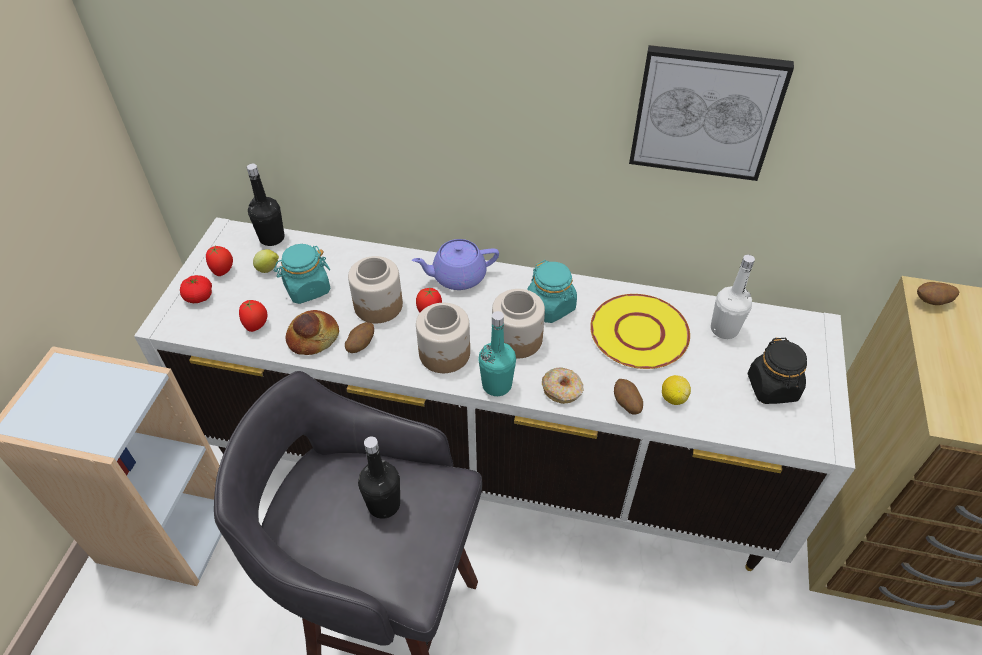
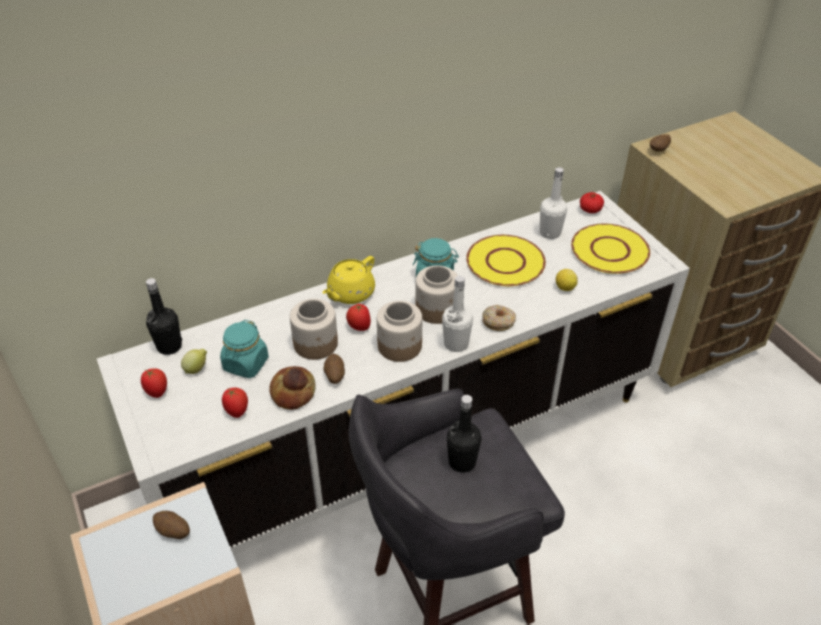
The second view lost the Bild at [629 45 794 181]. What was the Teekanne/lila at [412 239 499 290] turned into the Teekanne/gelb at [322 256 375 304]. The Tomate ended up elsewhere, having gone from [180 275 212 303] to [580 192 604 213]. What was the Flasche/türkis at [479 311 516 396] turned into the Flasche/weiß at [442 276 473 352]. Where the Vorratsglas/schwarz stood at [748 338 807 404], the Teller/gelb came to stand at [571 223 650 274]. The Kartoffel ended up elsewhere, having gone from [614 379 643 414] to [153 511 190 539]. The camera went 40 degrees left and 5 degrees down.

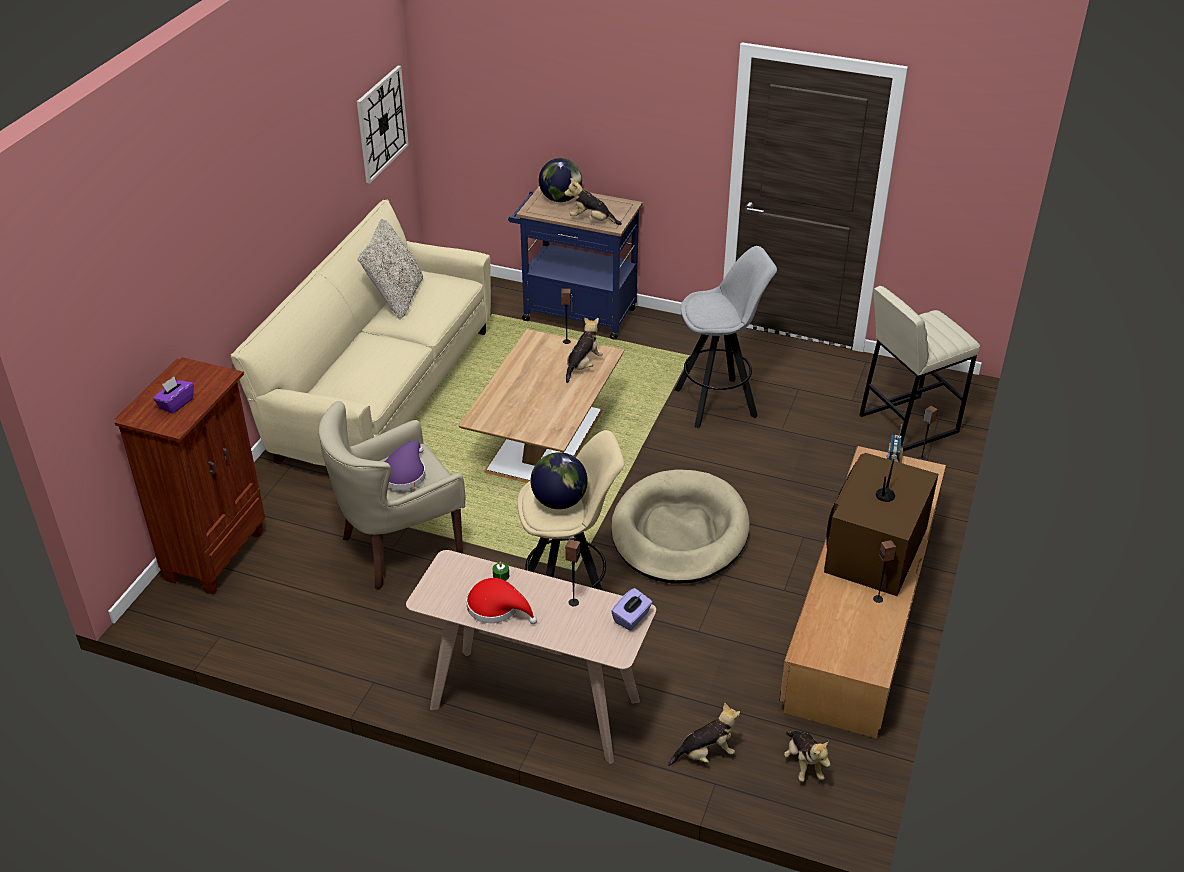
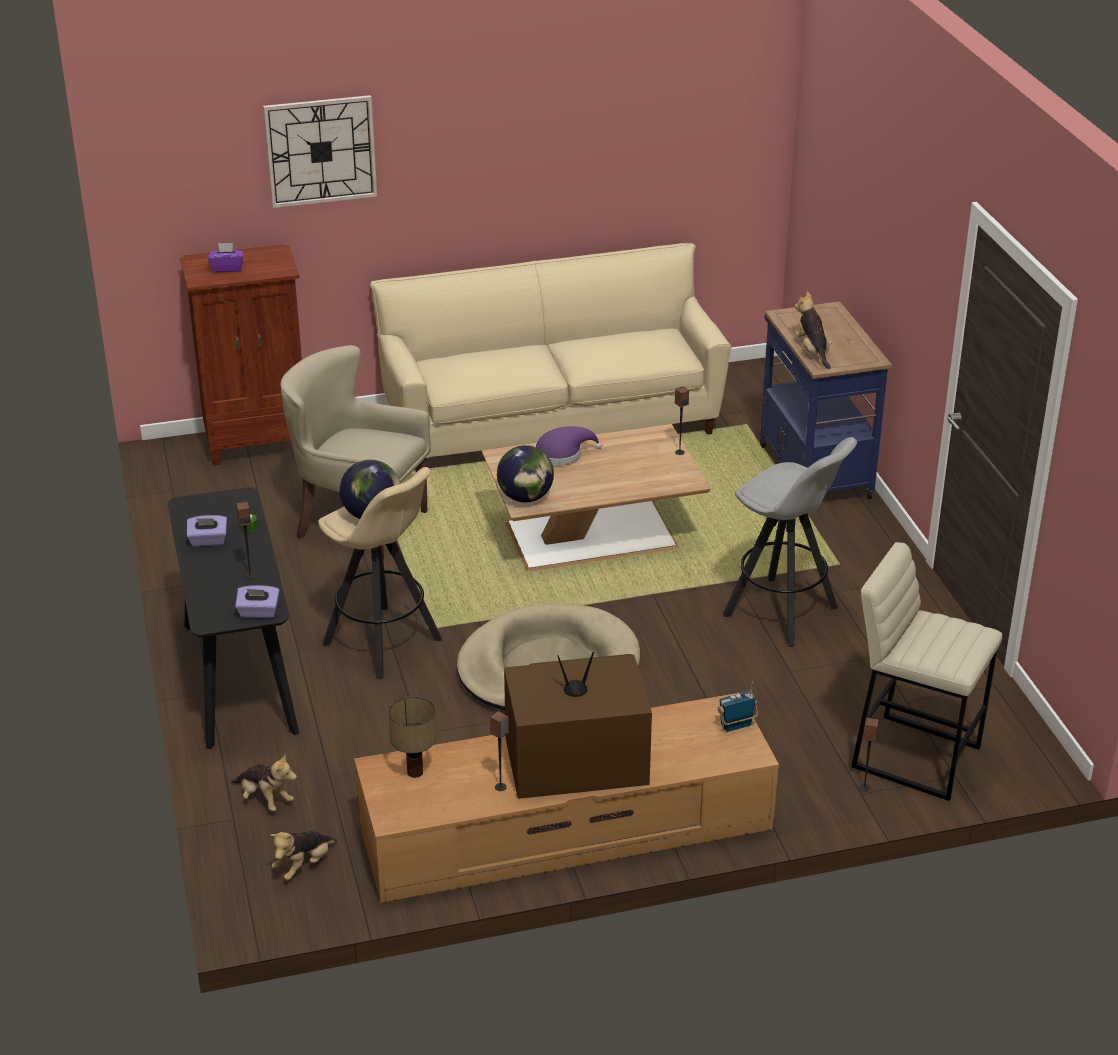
The Wanduhr ended up elsewhere, having gone from [357 66 409 184] to [263 95 377 208]. The Globus ended up elsewhere, having gone from [539 158 582 202] to [497 445 554 502]. The second view lost the Kissen/beige at [357 219 423 319]. The second view lost the Plüschtier at [566 317 603 383]. The Hut/lila ended up elsewhere, having gone from [385 441 426 490] to [535 426 602 465]. What was the Konsolentisch/beige at [406 550 656 764] turned into the Konsolentisch/schwarz at [168 487 299 749]. Where the Hut/rot stood at [466 578 537 624], the Taschentuchbox/lila came to stand at [187 515 227 547]. The second view gained the Tischlampe at [389 697 437 778]. The camera went 55 degrees right and 5 degrees down.

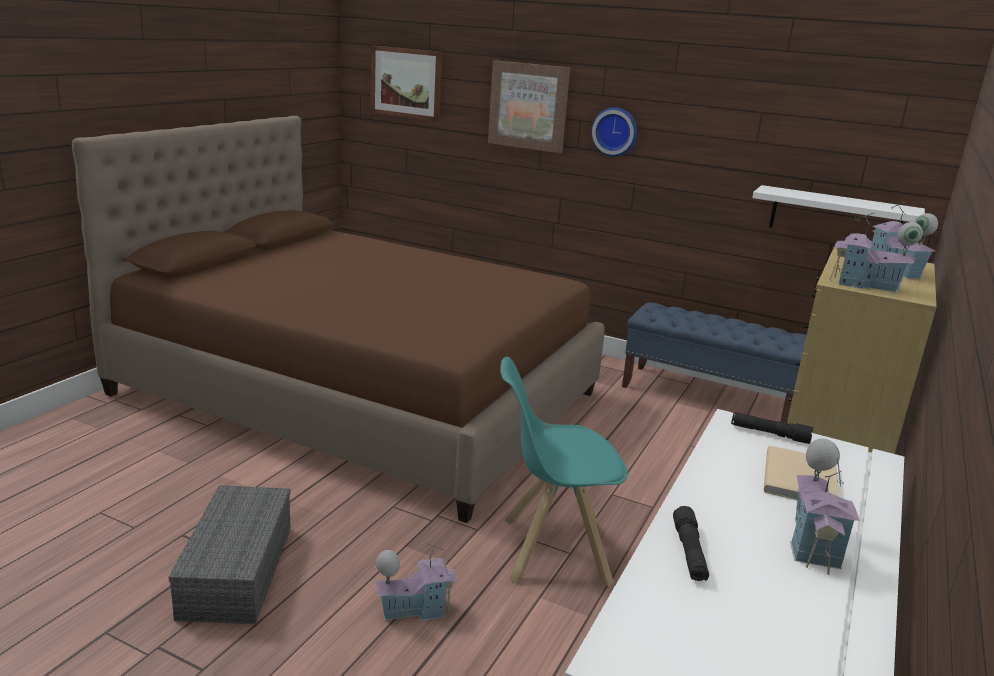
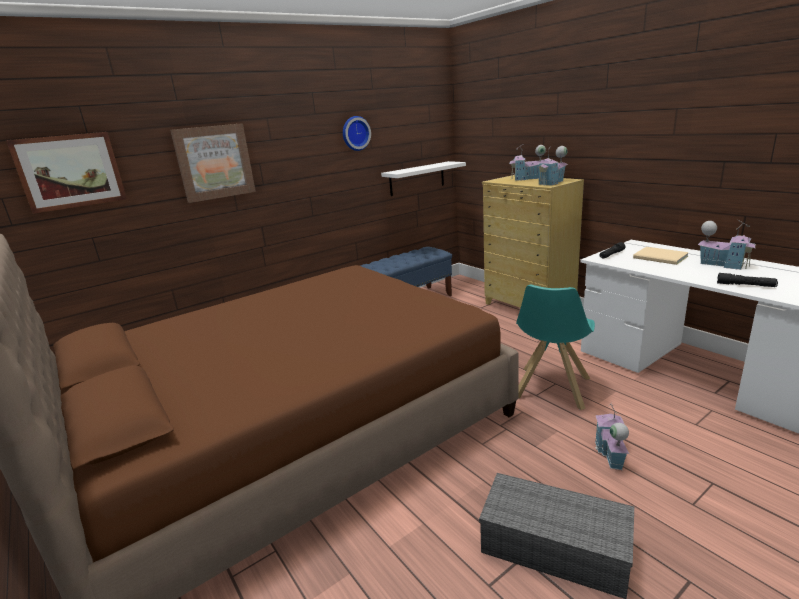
The Wanduhr ended up elsewhere, having gone from [591 107 637 157] to [343 116 371 151]. The camera went 60 degrees left and 0 degrees up.

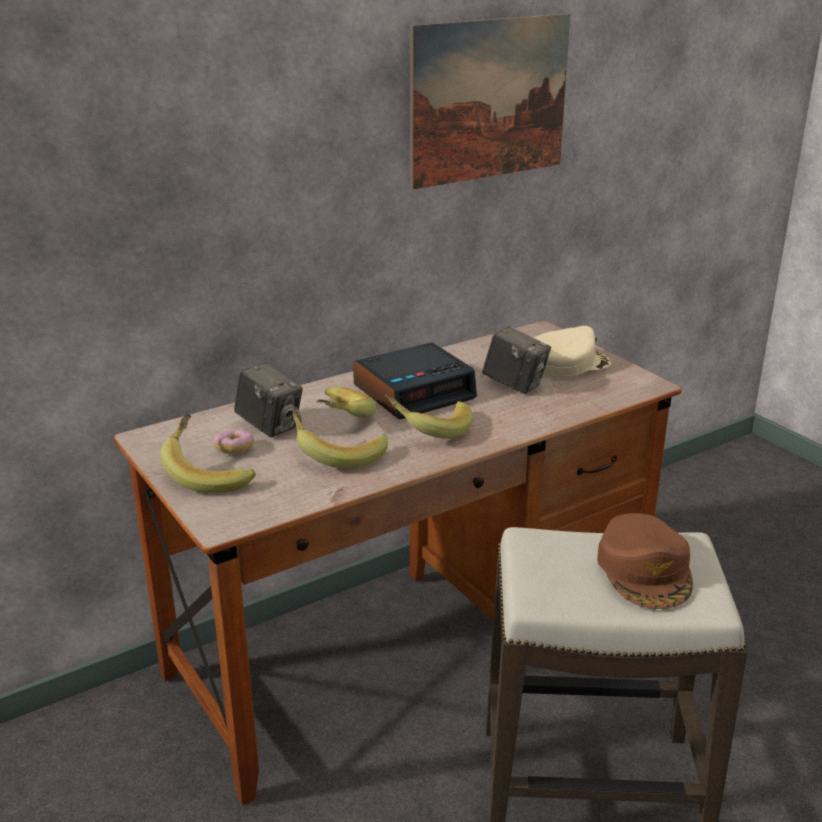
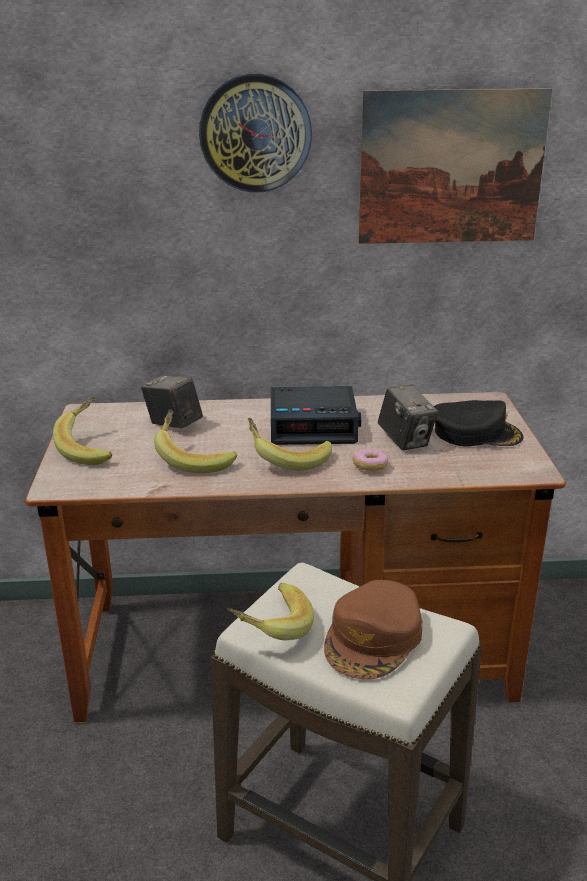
What was the Kappe/beige at [534 326 611 378] turned into the Kappe/schwarz at [434 400 523 447]. The Kamera at [234 362 303 437] ended up facing another way, 150 degrees clockwise from before. The Banane ended up elsewhere, having gone from [317 387 376 418] to [227 583 314 640]. The Donut ended up elsewhere, having gone from [214 430 254 453] to [352 449 388 471]. The second view gained the Wanduhr at [199 73 312 192]. The camera went 30 degrees right and 0 degrees up.

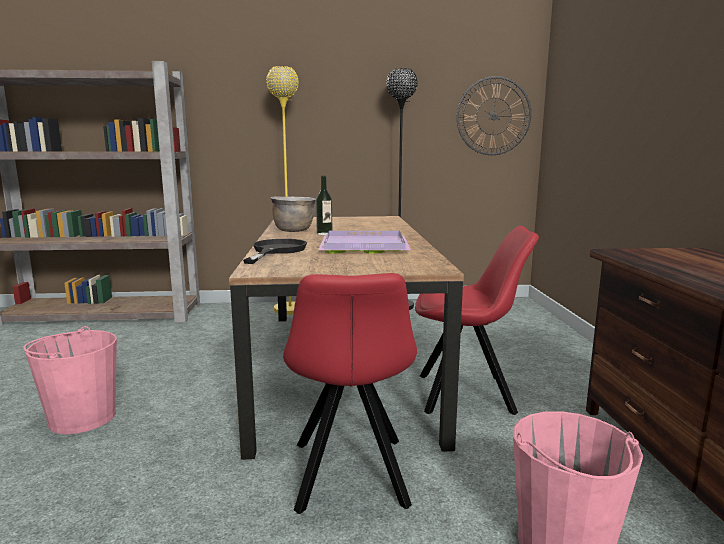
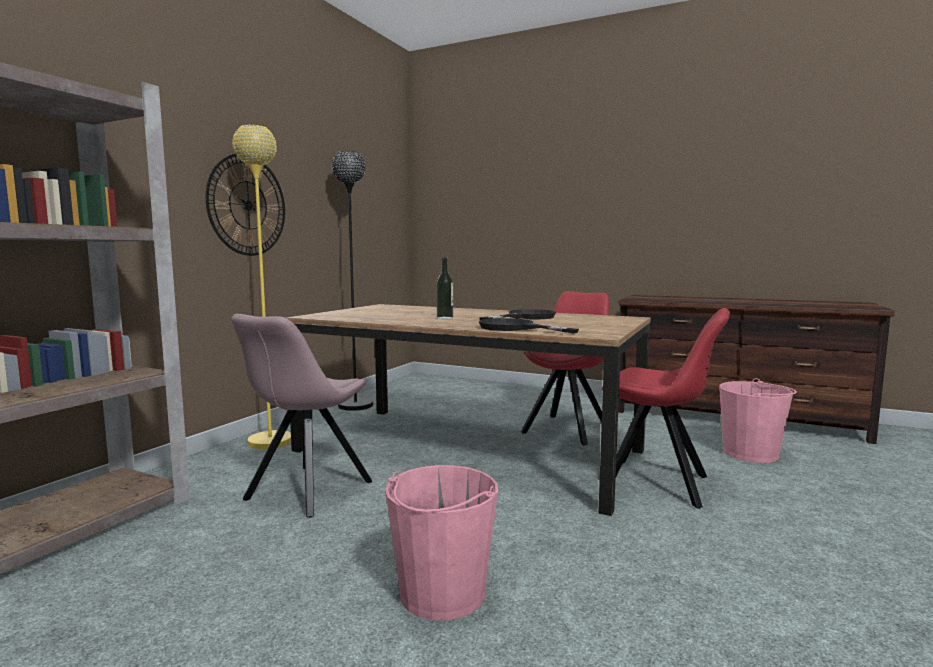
The Wanduhr ended up elsewhere, having gone from [457 76 531 155] to [206 154 285 256]. The second view lost the Kochtopf/braun at [271 196 316 232]. Where the Tablett/lila stood at [318 231 411 254], the Pfanne/schwarz came to stand at [479 309 556 320]. The second view gained the Stuhl/rosa at [231 314 372 518]. The camera went 60 degrees left and 5 degrees down.

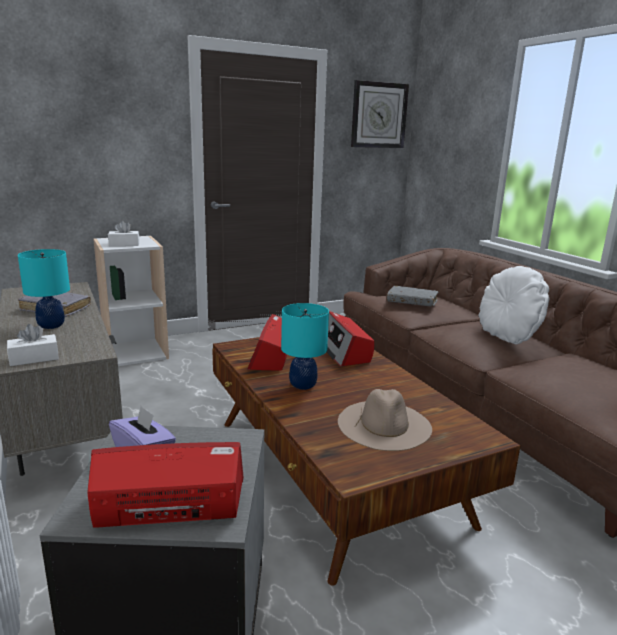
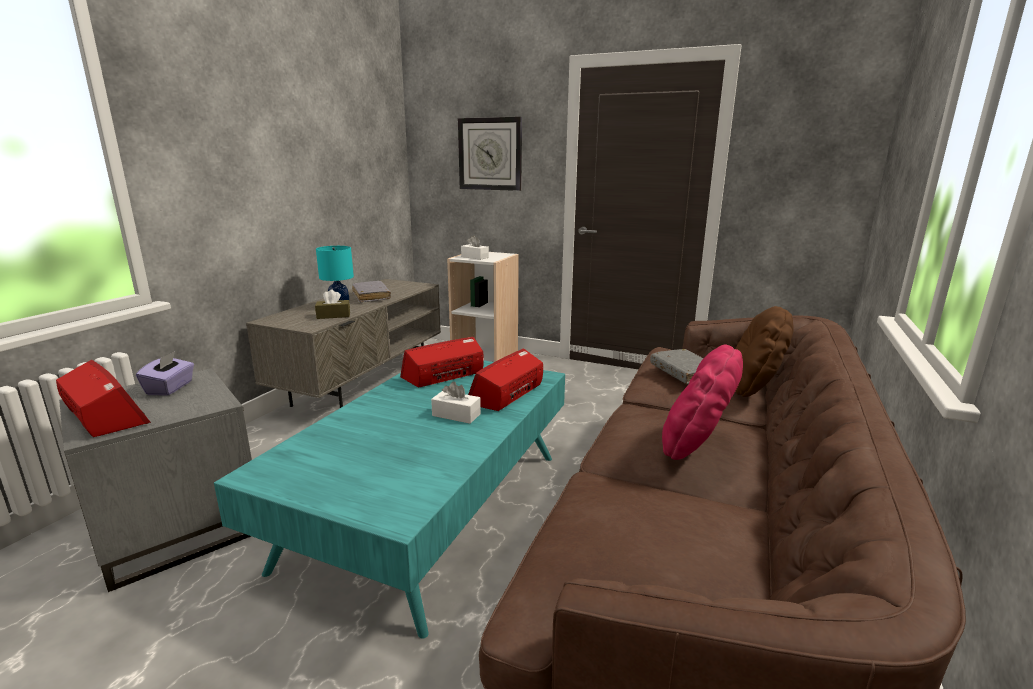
The Wanduhr ended up elsewhere, having gone from [351 80 409 148] to [458 117 522 191]. What was the Kissen/weiß at [479 266 549 344] turned into the Kissen/rosa at [662 345 743 460]. The second view lost the Tischlampe/türkis at [281 303 329 390]. The Taschentuchbox/weiß ended up elsewhere, having gone from [7 324 59 366] to [431 381 481 424]. What was the Couchtisch/braun at [212 337 520 586] turned into the Couchtisch/türkis at [214 361 565 639]. The second view lost the Hut/beige at [338 389 432 451]. The second view gained the Taschentuchbox/braun at [315 289 350 319]. The second view gained the Kissen/braun at [736 306 794 397]. The camera went 50 degrees right and 0 degrees up.

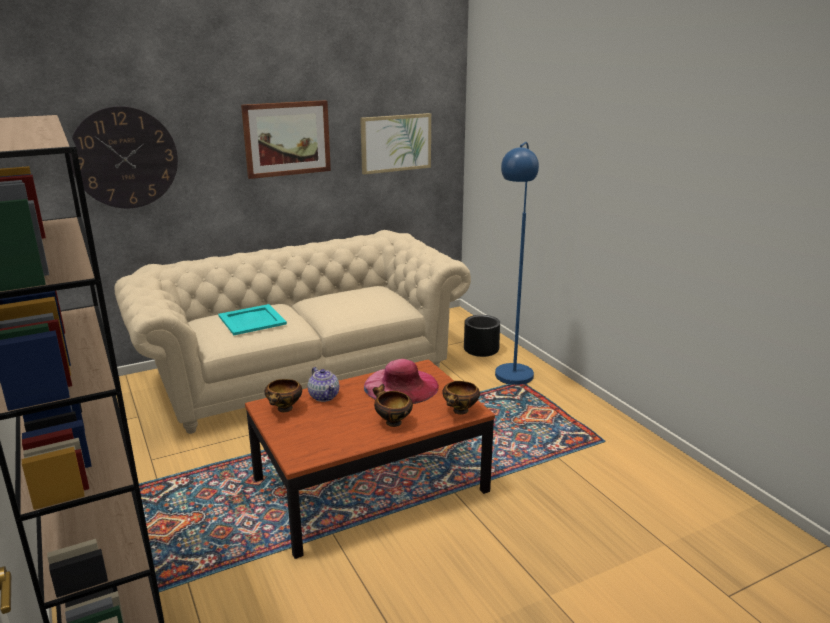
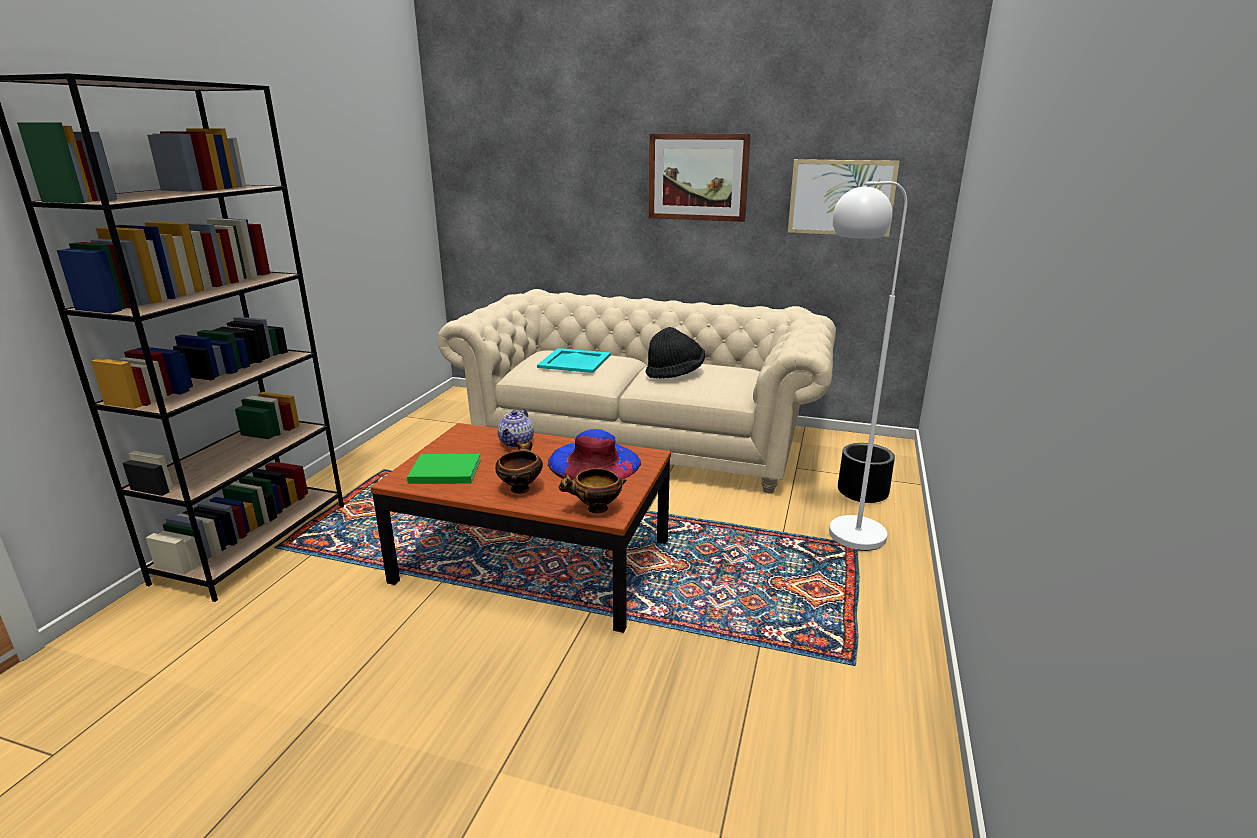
The second view lost the Wanduhr at [69 106 178 208]. What was the Stehlampe/blau at [495 142 539 385] turned into the Stehlampe/weiß at [829 181 907 551]. What was the Hut/rosa at [364 359 439 404] turned into the Hut/blau at [548 429 641 480]. The second view lost the Schüssel at [265 379 302 412]. The second view gained the Hut/schwarz at [645 327 705 379]. The second view gained the Buch/grün at [407 454 481 484]. The camera went 45 degrees right and 0 degrees up.

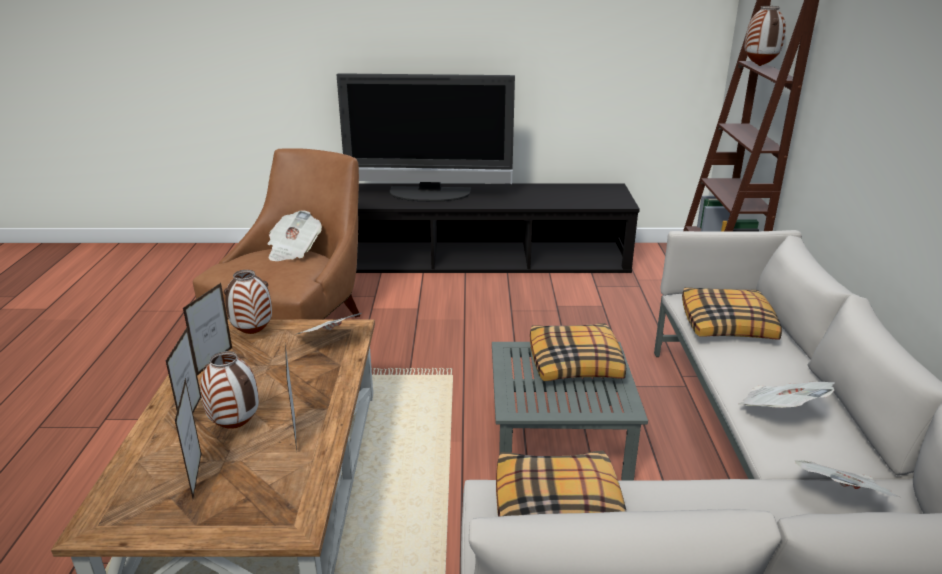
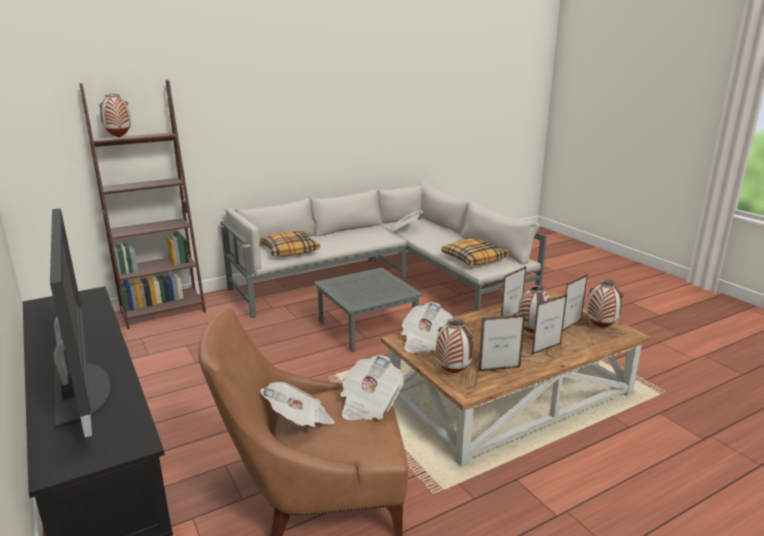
The second view lost the Kissen at [530 323 626 381]. The Zeitung ended up elsewhere, having gone from [739 381 835 408] to [340 355 404 420]. The second view gained the Vase at [587 280 623 328]. The camera went 120 degrees left and 5 degrees down.

